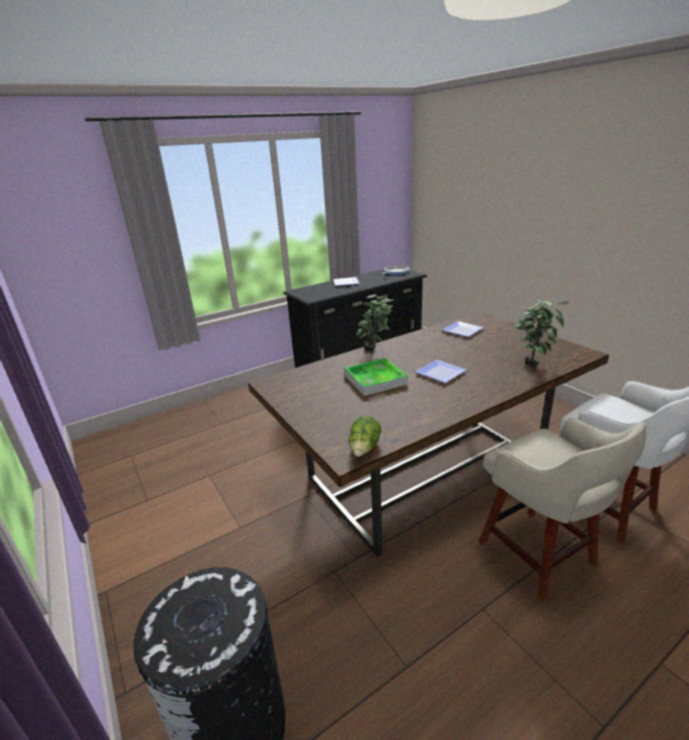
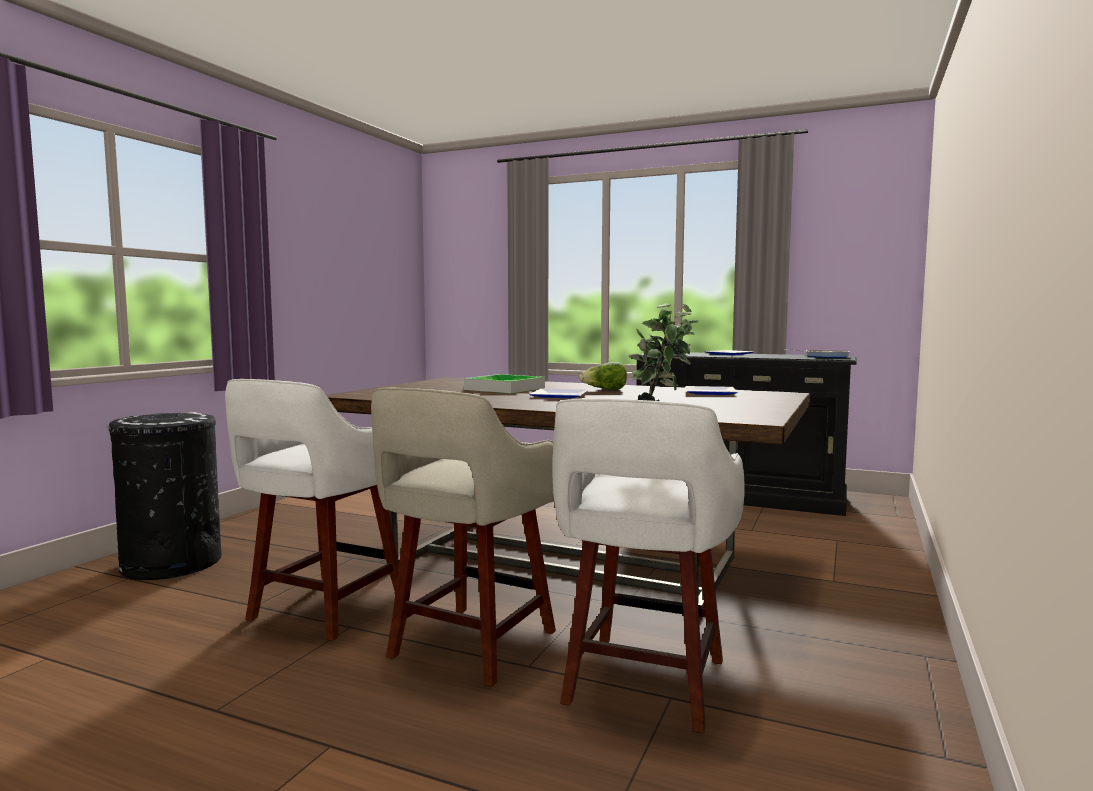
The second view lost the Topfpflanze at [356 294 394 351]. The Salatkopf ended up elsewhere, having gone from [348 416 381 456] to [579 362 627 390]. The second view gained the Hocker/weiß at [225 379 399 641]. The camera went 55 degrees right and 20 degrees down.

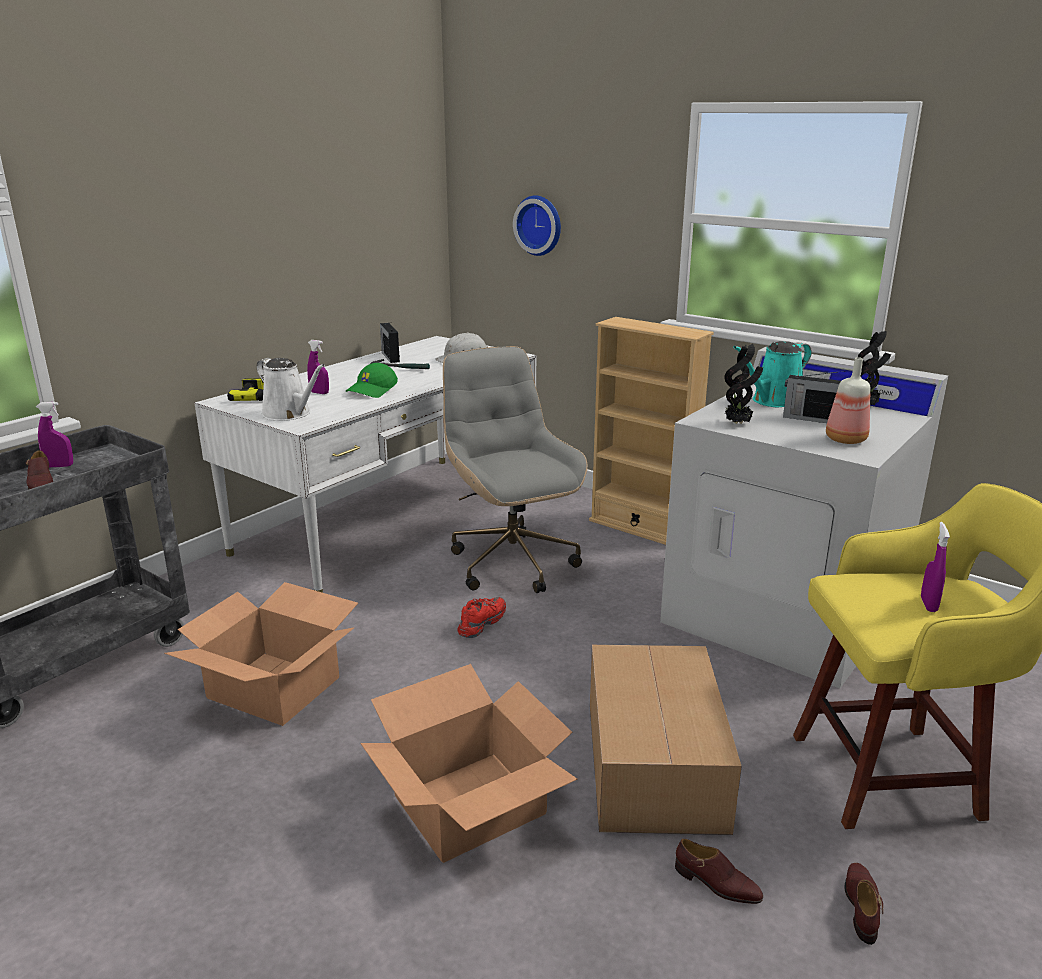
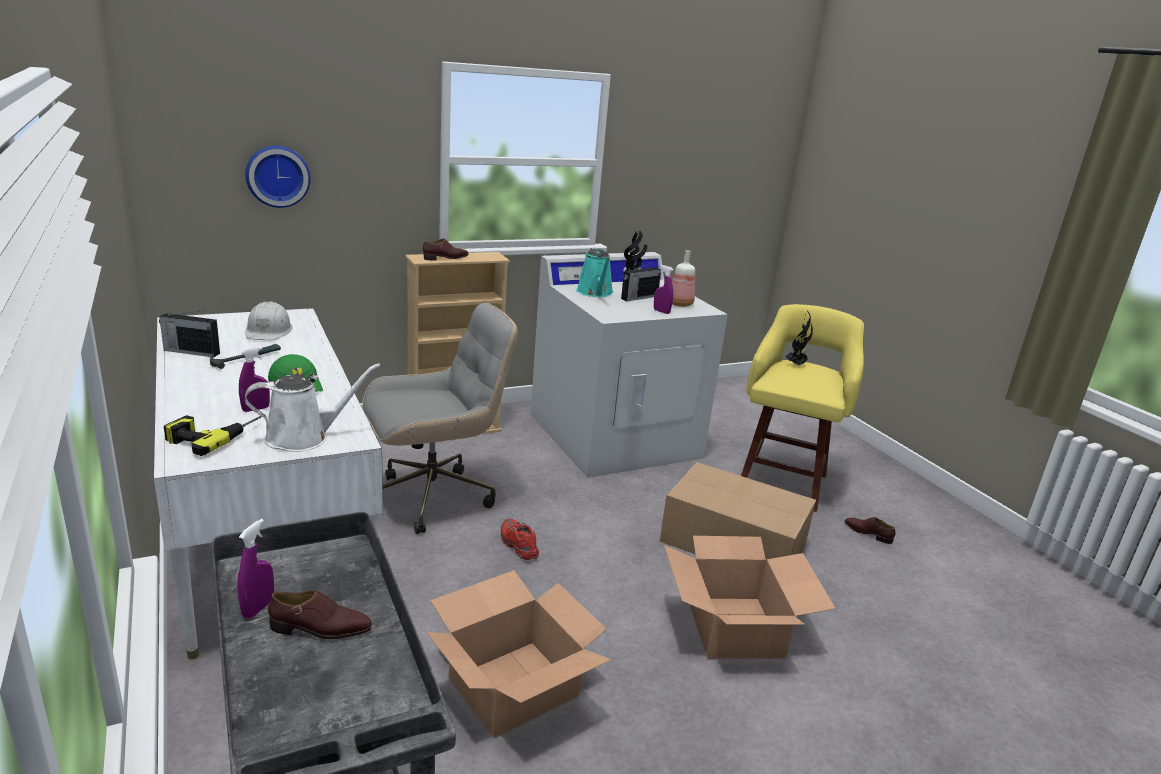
The Topfpflanze ended up elsewhere, having gone from [724 344 763 424] to [786 311 813 365]. The Bürostuhl/grau at [443 346 588 593] ended up facing another way, 150 degrees clockwise from before. The Sprühflasche/lila ended up elsewhere, having gone from [921 522 950 612] to [654 265 673 314]. The Schuh/braun ended up elsewhere, having gone from [675 839 763 904] to [423 239 469 260]. The camera went 65 degrees left and 0 degrees up.

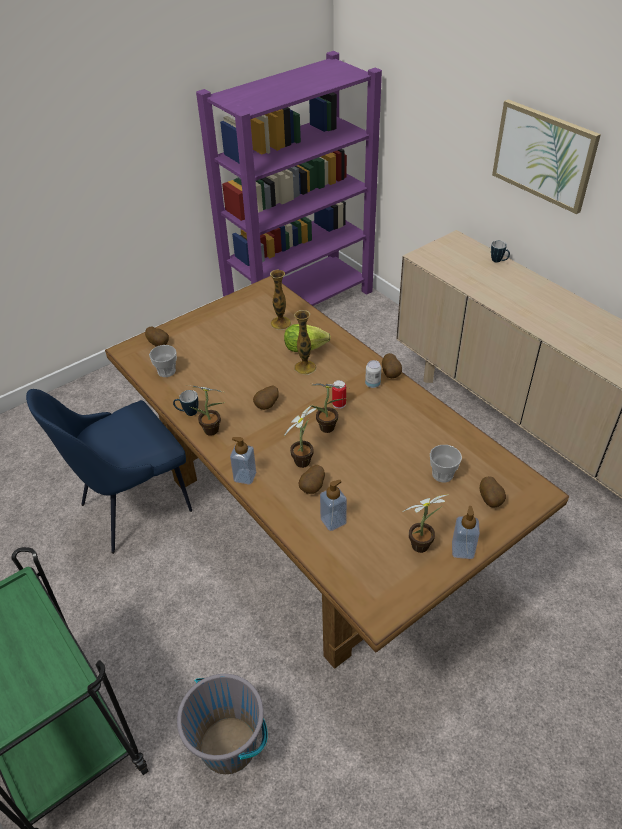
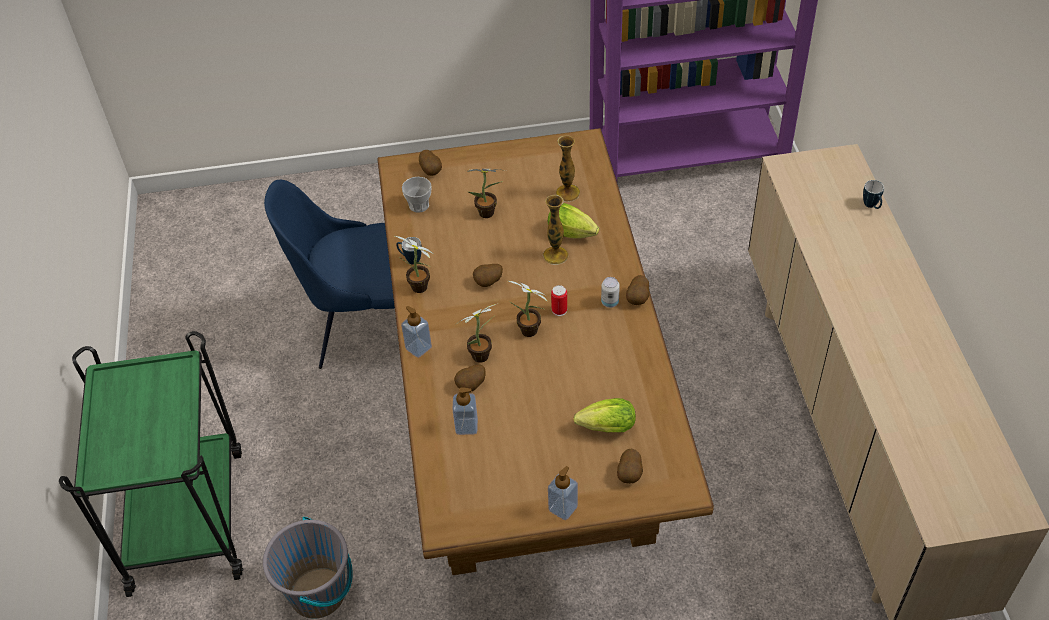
The second view lost the Bild at [492 99 601 214]. Where the Tasse stood at [430 445 462 482], the Salatkopf came to stand at [573 398 636 432]. The Topfpflanze ended up elsewhere, having gone from [402 494 449 553] to [467 169 506 218]. The camera went 30 degrees right and 5 degrees up.

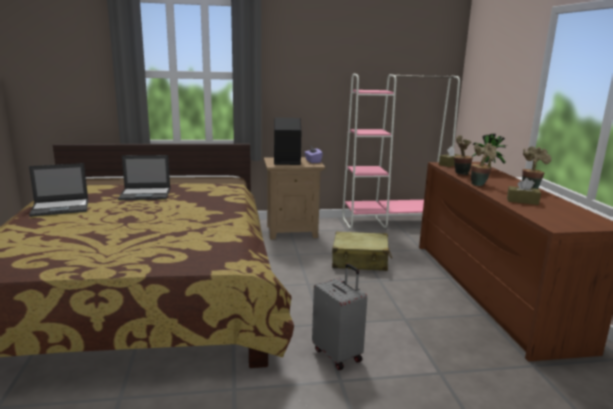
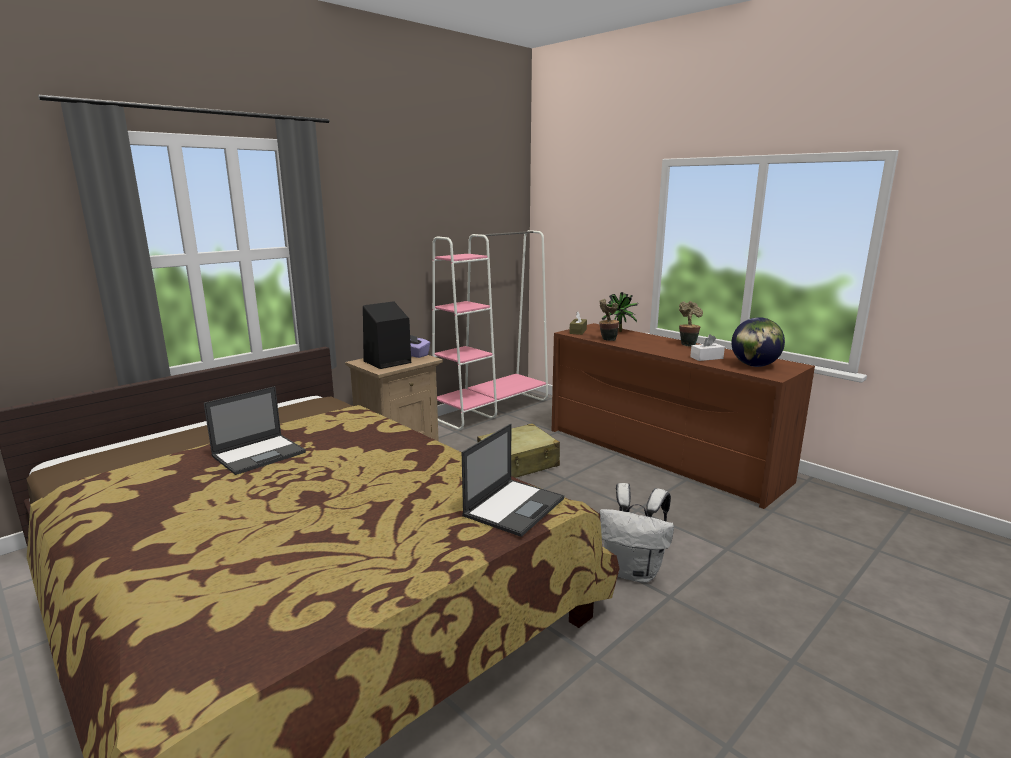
The second view lost the Topfpflanze at [471 143 497 186]. The Laptop ended up elsewhere, having gone from [29 163 88 217] to [462 424 564 537]. What was the Taschentuchbox/braun at [507 178 541 205] turned into the Taschentuchbox/weiß at [690 334 725 361]. Where the Koffer/grau stood at [312 264 367 370], the Rucksack/weiß came to stand at [599 483 674 583]. The second view gained the Globus at [731 317 785 367]. The camera went 35 degrees left and 0 degrees up.

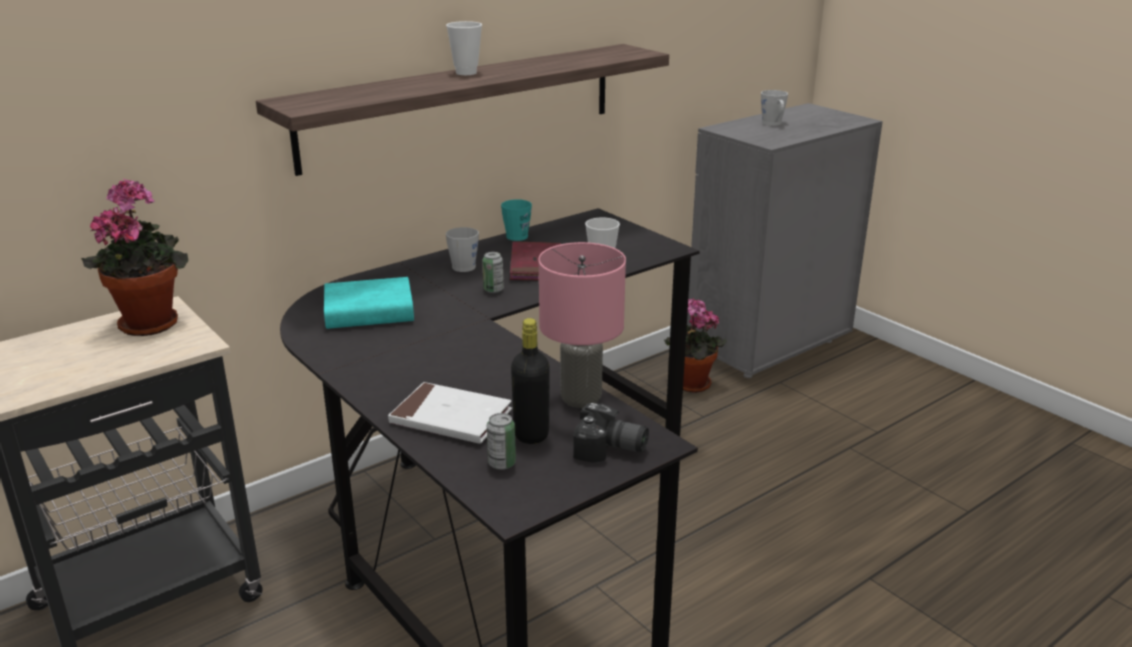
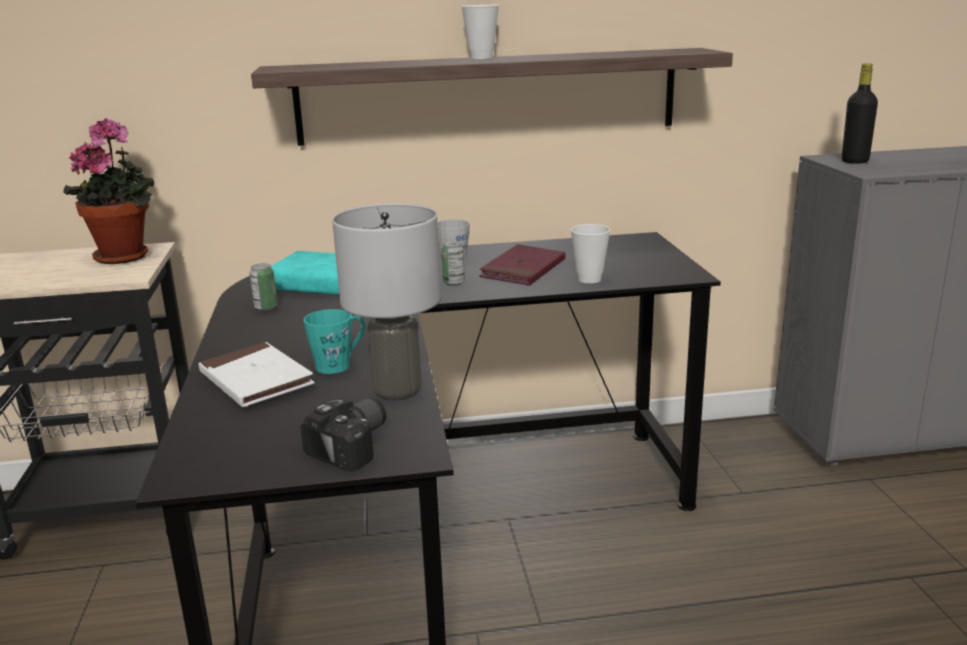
The second view lost the Henkelbecher/grau at [761 90 788 126]. The Henkelbecher/türkis ended up elsewhere, having gone from [501 199 532 241] to [304 309 365 374]. What was the Tischlampe/rosa at [539 242 626 408] turned into the Tischlampe/weiß at [332 203 441 400]. The second view lost the Topfpflanze at [664 298 727 393]. The Flasche/schwarz ended up elsewhere, having gone from [511 318 550 444] to [842 63 878 164]. The Kamera at [573 403 649 463] ended up facing another way, 105 degrees counterclockwise from before. The Dose ended up elsewhere, having gone from [487 413 516 470] to [250 263 278 311]. The camera went 30 degrees right and 5 degrees down.

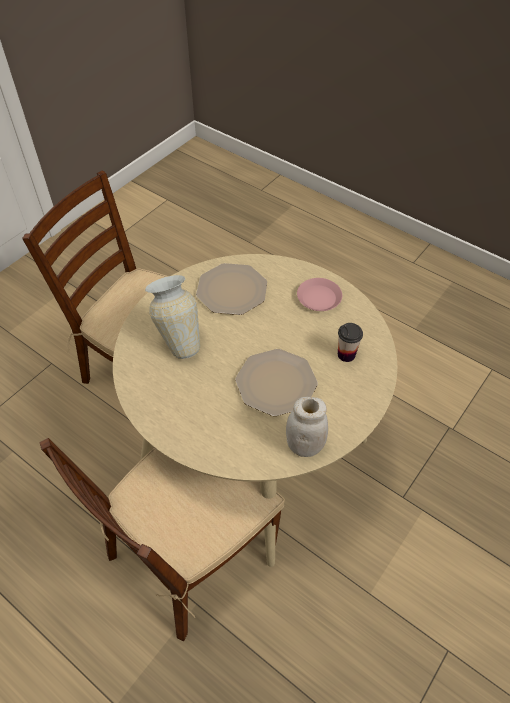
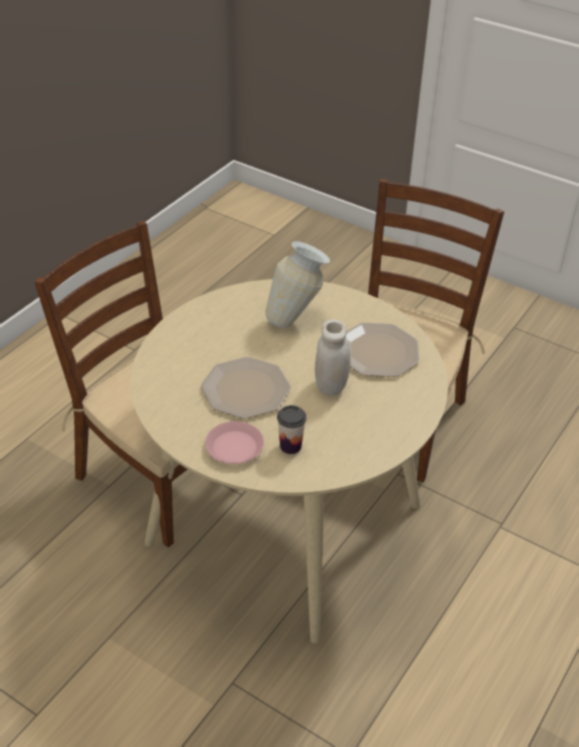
The Teller/rosa ended up elsewhere, having gone from [297 278 342 311] to [205 421 264 464]. The Vorratsglas/weiß ended up elsewhere, having gone from [286 397 328 457] to [315 319 351 395]. The camera went 85 degrees right and 10 degrees down.

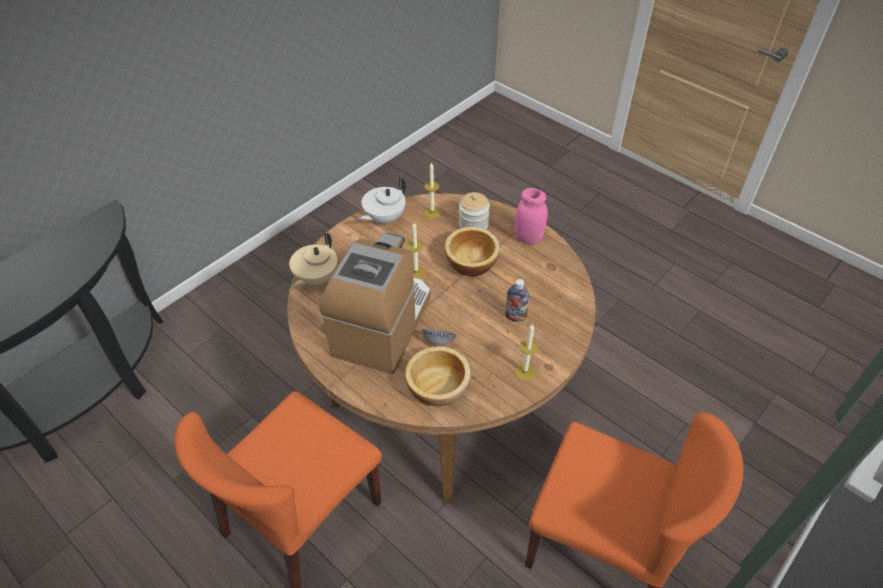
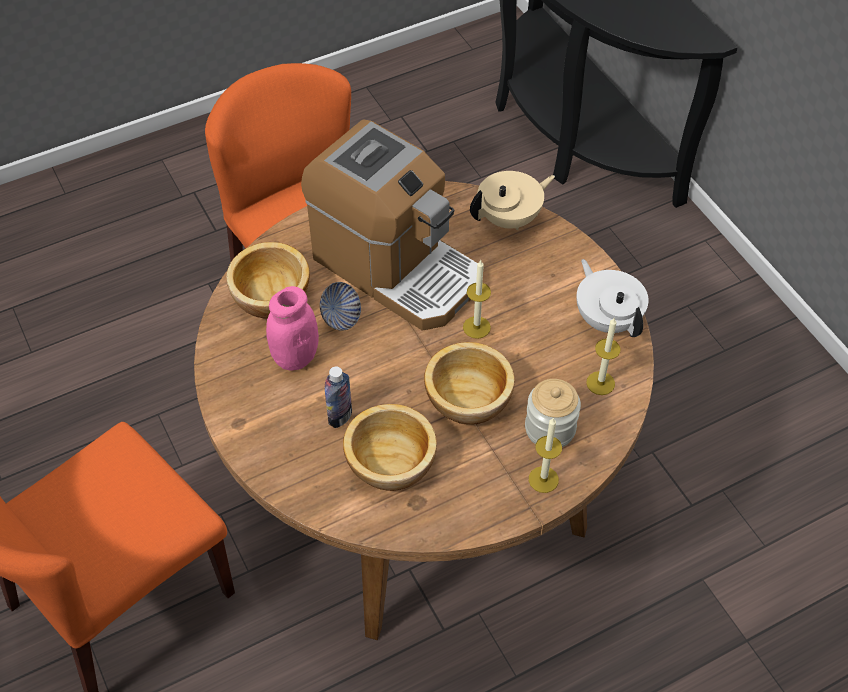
The Vorratsglas/rosa ended up elsewhere, having gone from [514 188 548 245] to [266 286 319 371]. The Teekanne/beige at [289 232 338 287] ended up facing another way, 105 degrees clockwise from before. The Kerze ended up elsewhere, having gone from [515 324 538 381] to [529 417 562 493]. The second view gained the Schüssel at [343 404 437 491]. The camera went 110 degrees right and 5 degrees up.

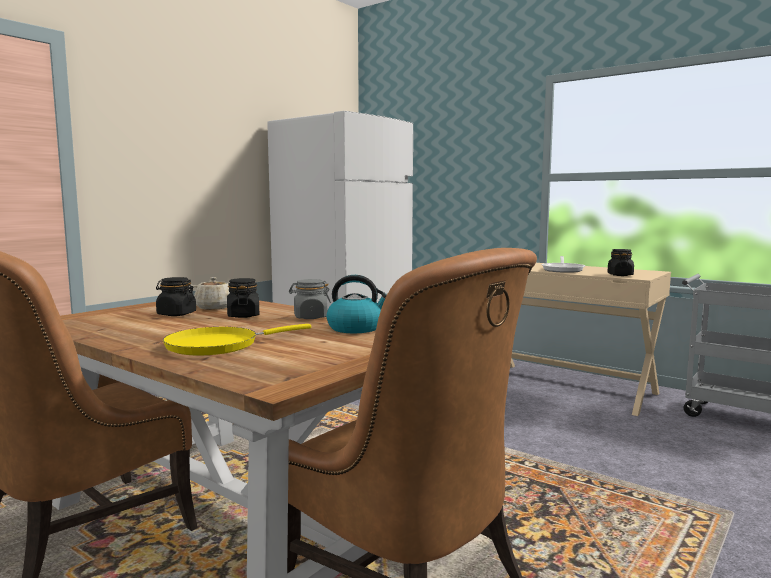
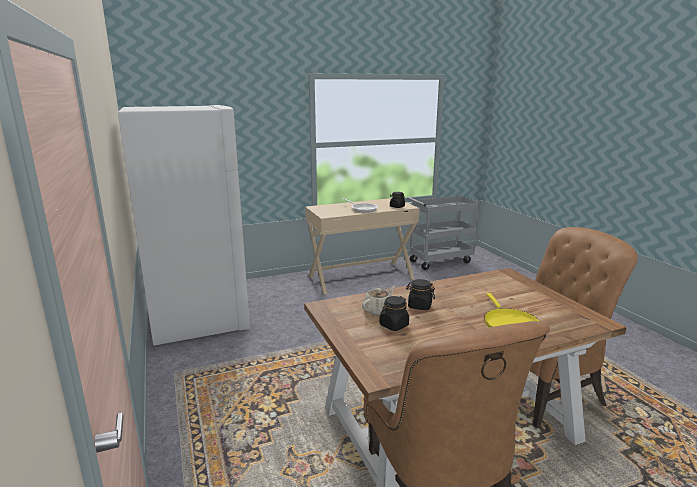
The second view lost the Wasserkessel at [326 275 387 333]. The second view lost the Vorratsglas/grau at [289 279 331 319]. The camera went 60 degrees left and 10 degrees up.

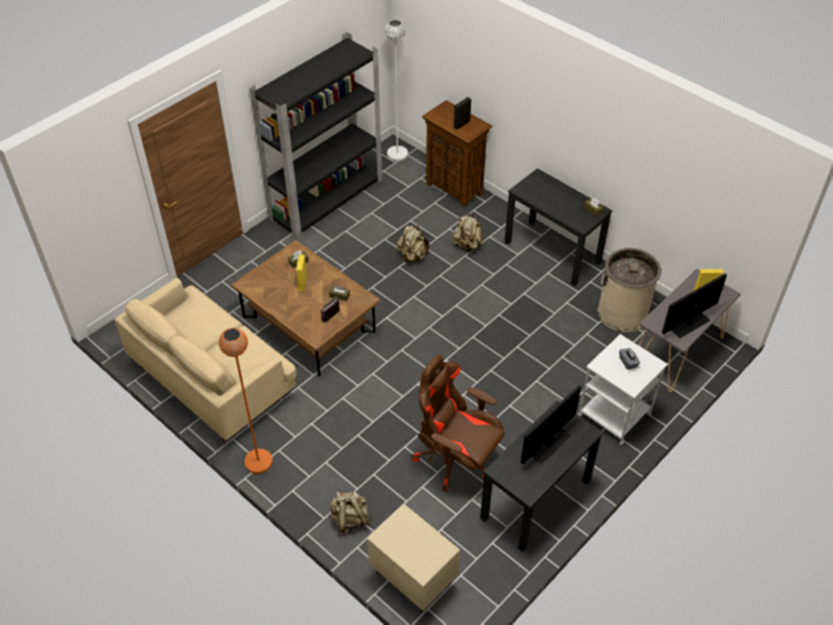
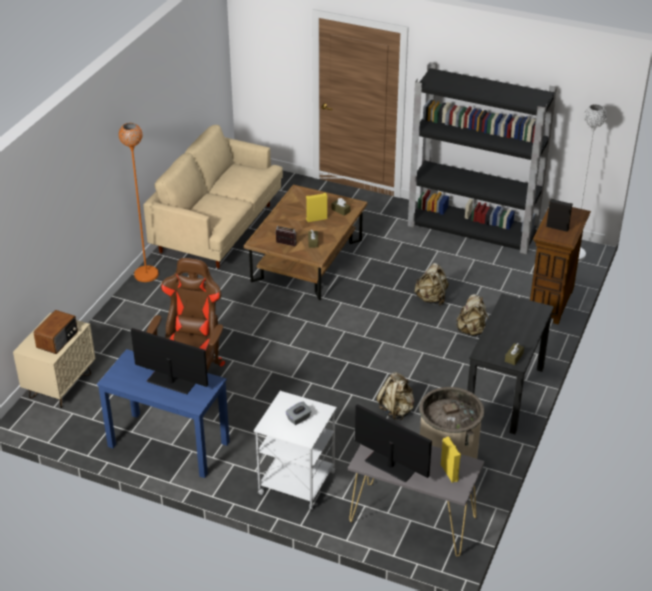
What was the Schreibtisch/schwarz at [480 401 603 552] turned into the Schreibtisch/blau at [97 349 230 478]. The Rucksack/beige ended up elsewhere, having gone from [330 490 372 533] to [377 372 414 420]. The second view gained the Radio at [34 310 78 354]. The camera went 70 degrees right and 10 degrees down.

